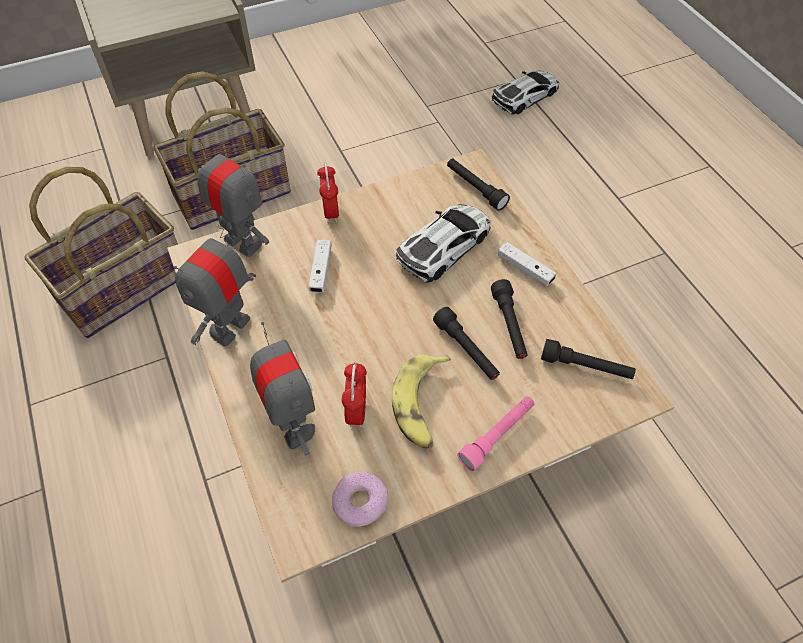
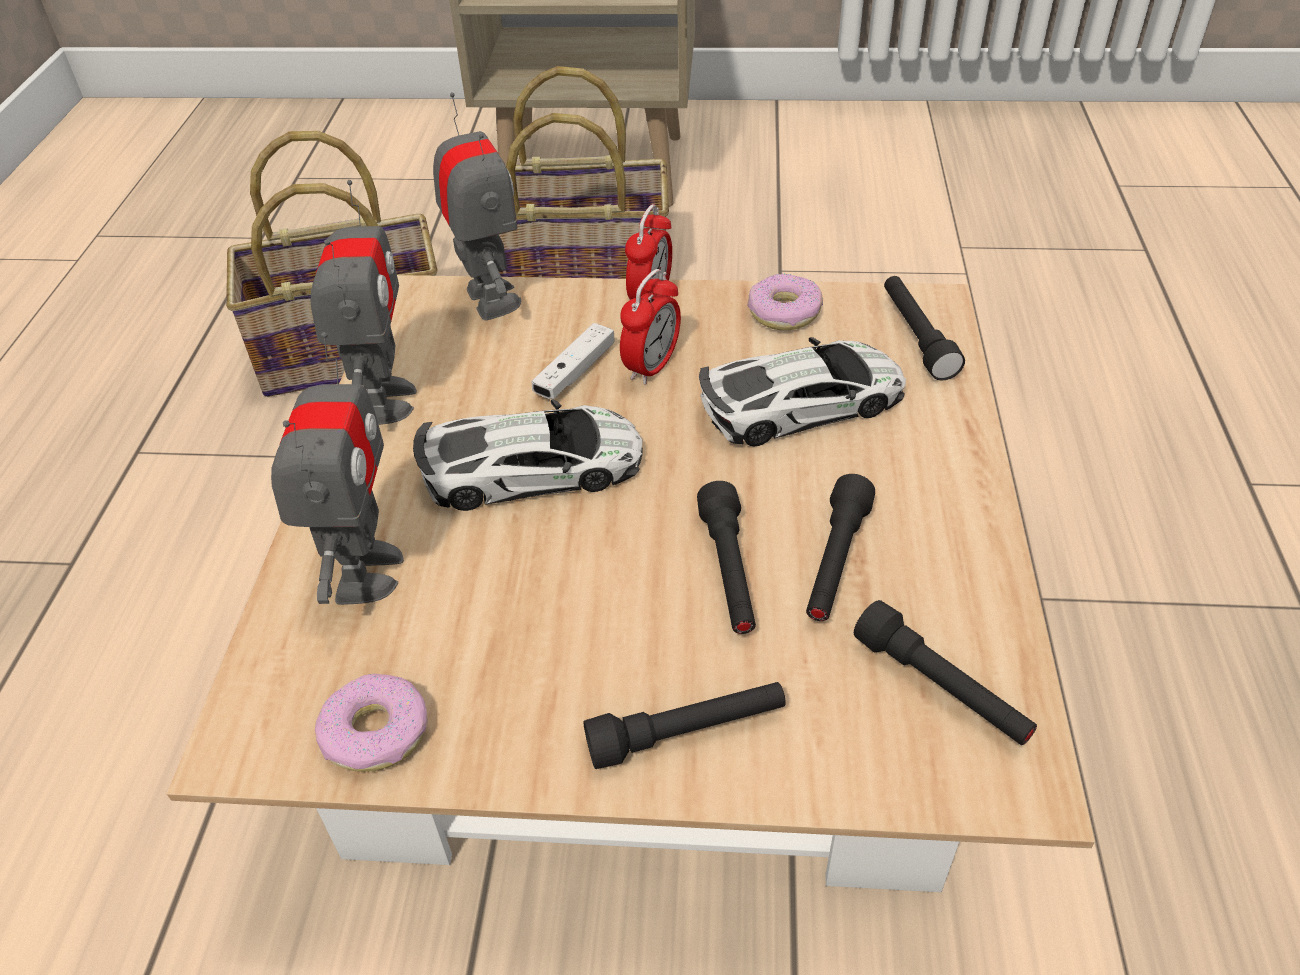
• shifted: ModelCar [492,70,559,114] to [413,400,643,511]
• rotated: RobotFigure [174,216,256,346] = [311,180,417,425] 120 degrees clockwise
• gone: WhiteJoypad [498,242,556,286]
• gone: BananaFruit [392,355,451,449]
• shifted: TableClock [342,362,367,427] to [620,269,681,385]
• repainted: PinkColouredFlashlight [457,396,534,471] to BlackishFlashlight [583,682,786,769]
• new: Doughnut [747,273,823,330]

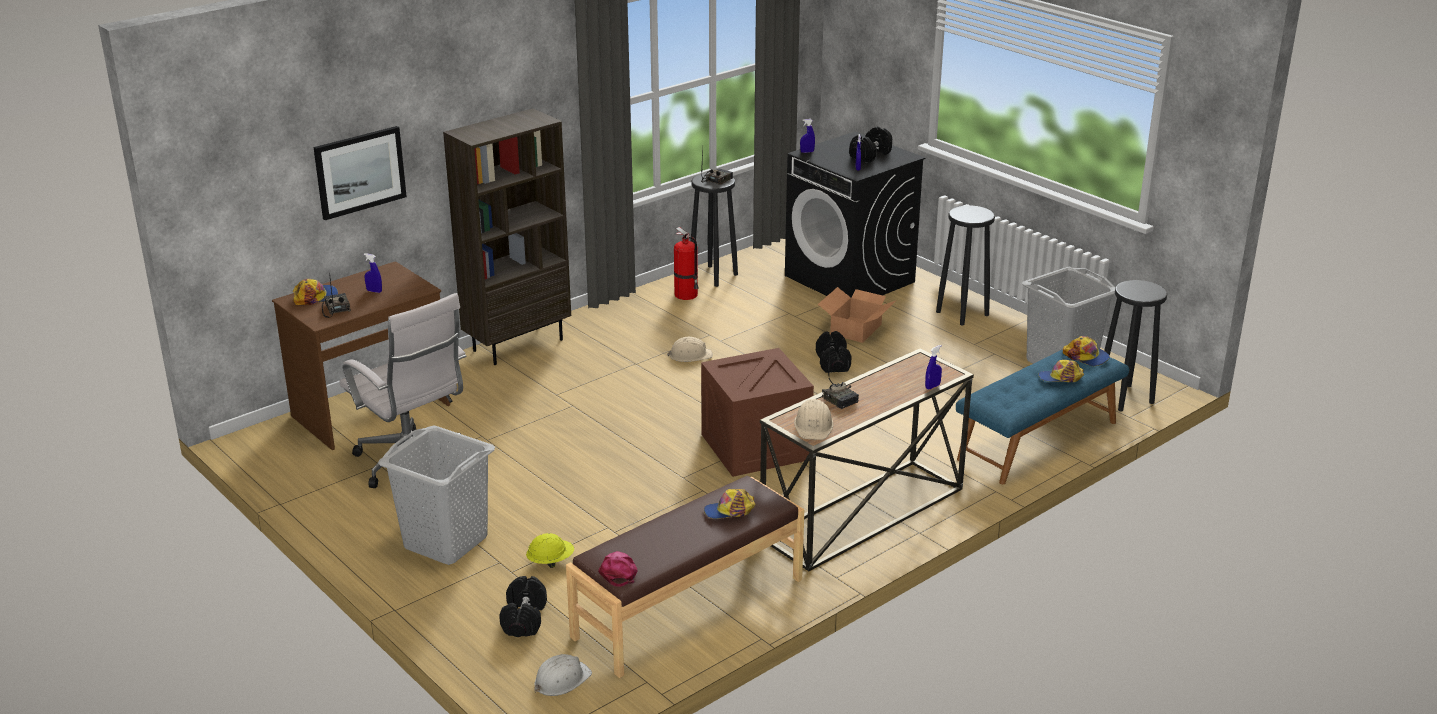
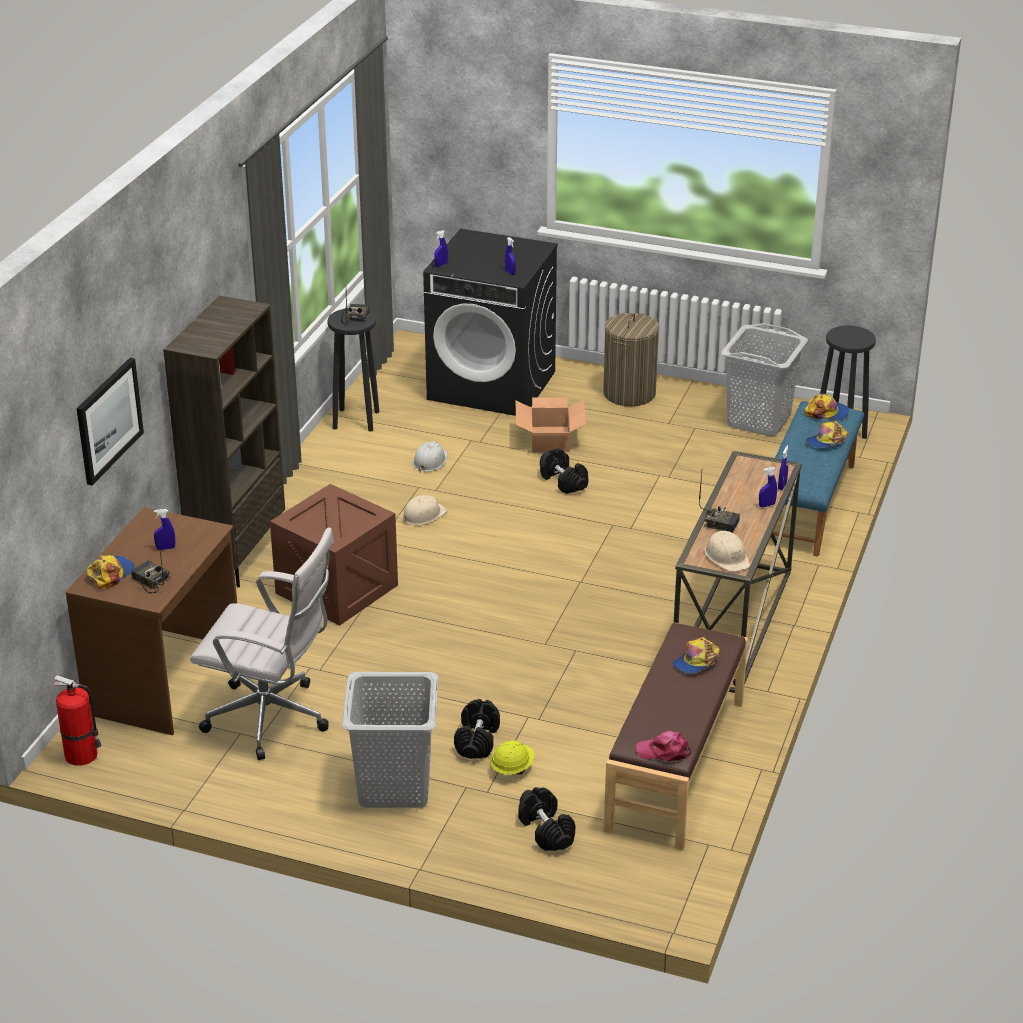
• shifted: BlackishDumbbell [849,127,892,163] to [454,699,500,759]
• swapped: BlackishSittingStool [936,205,995,325] to Hamper [603,313,659,406]
• shifted: FireExtinguisher [674,227,699,300] to [53,675,102,766]
• shifted: PackingCrate [701,348,814,477] to [270,484,398,626]
• rotated: PinkColouredBaseballCap [598,551,638,587] = [636,731,691,761] 45 degrees counterclockwise
• shifted: WhiteSafetyHelmet [534,654,592,696] to [413,441,448,473]
• new: BluishSprayer [759,467,777,507]

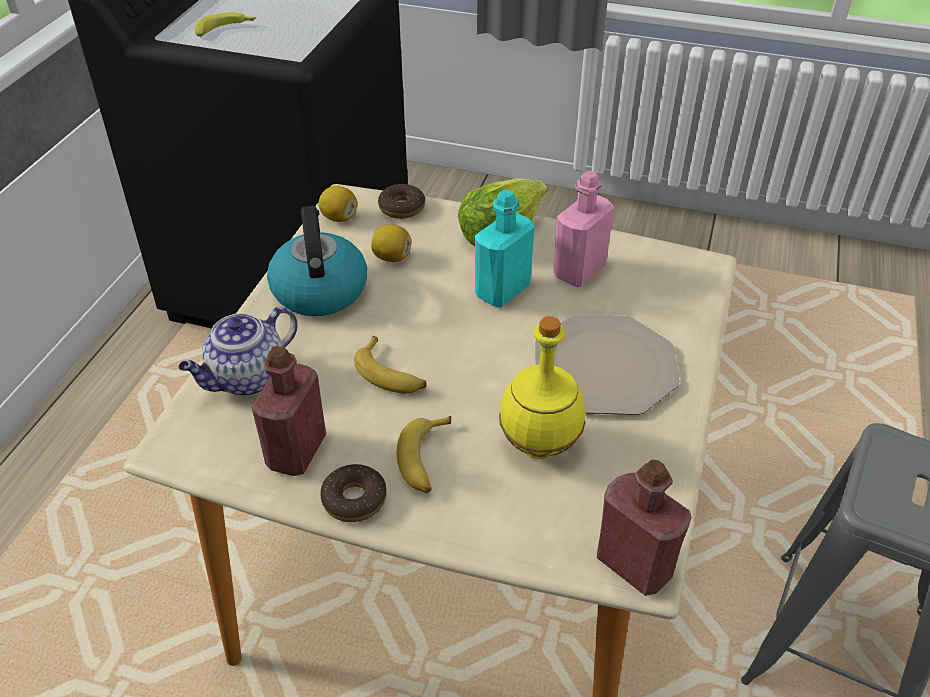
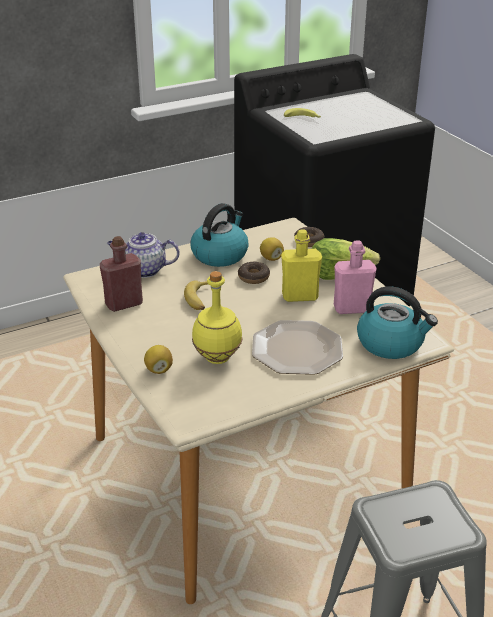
• shifted: WholeLemon [318,186,358,222] to [144,345,173,374]
• repainted: TurquoiseBeverageBottle [475,190,535,307] to YellowBeverageBottle [281,229,322,302]
• gone: BananaFruit [396,416,451,493]
• gone: RedColouredBeverageBottle [597,460,691,596]
• shifted: Doughnut [320,464,387,522] to [238,262,270,284]
• new: TeaKettle [357,286,438,359]

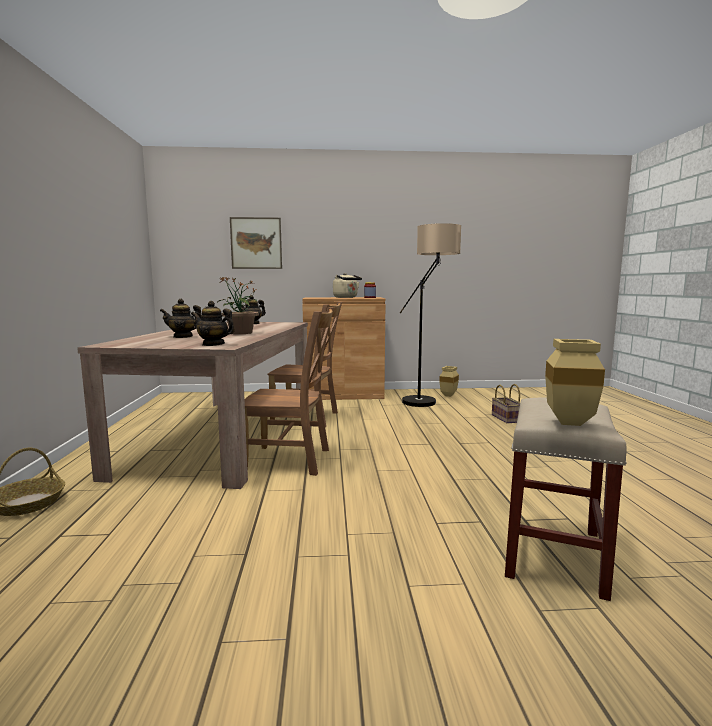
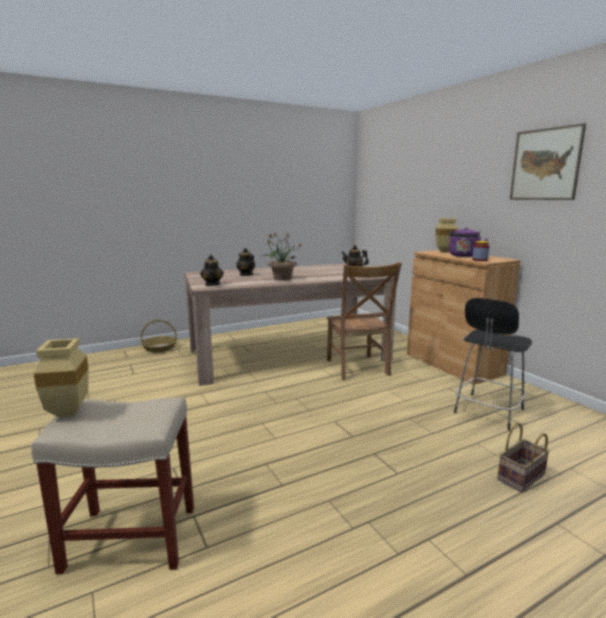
• shifted: WallPicture [230,217,282,269] to [510,123,586,200]
• swapped: FloorLamp [400,223,461,407] to BlackishSittingStool [454,298,532,430]
• repainted: SandColouredTeaKettle [333,273,362,298] to PurpleColouredTeaKettle [449,227,488,257]
• gone: BrownColouredPlainChair [244,307,334,476]
• shifted: SandColouredDecorativeVase [439,366,459,397] to [436,218,458,253]

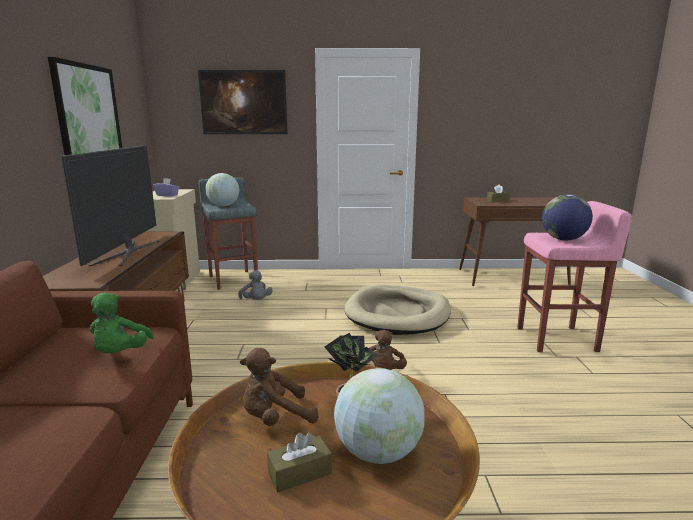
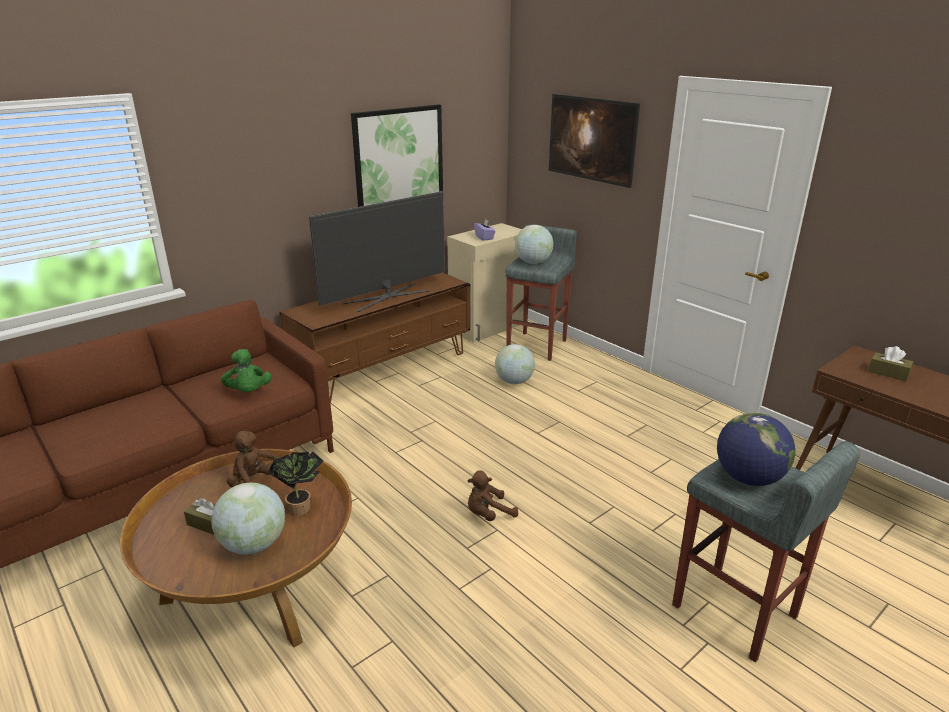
• repainted: PinkColouredSittingStool [517,201,632,352] to GreySittingStool [672,441,860,662]
• swapped: GreyPlushToy [238,270,273,300] to Globe [495,344,535,384]
• gone: SandColouredDogCushion [345,285,451,335]
• rotated: GreenishPlushToy [89,293,154,353] = [221,349,272,392] 75 degrees counterclockwise

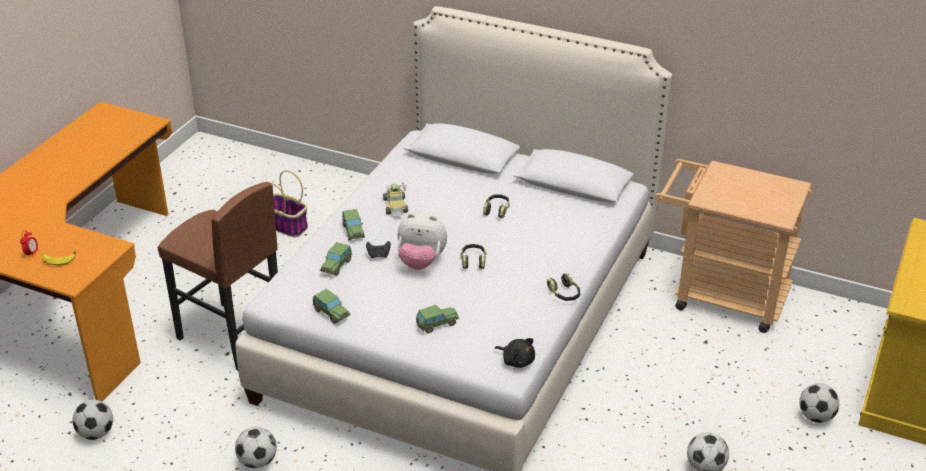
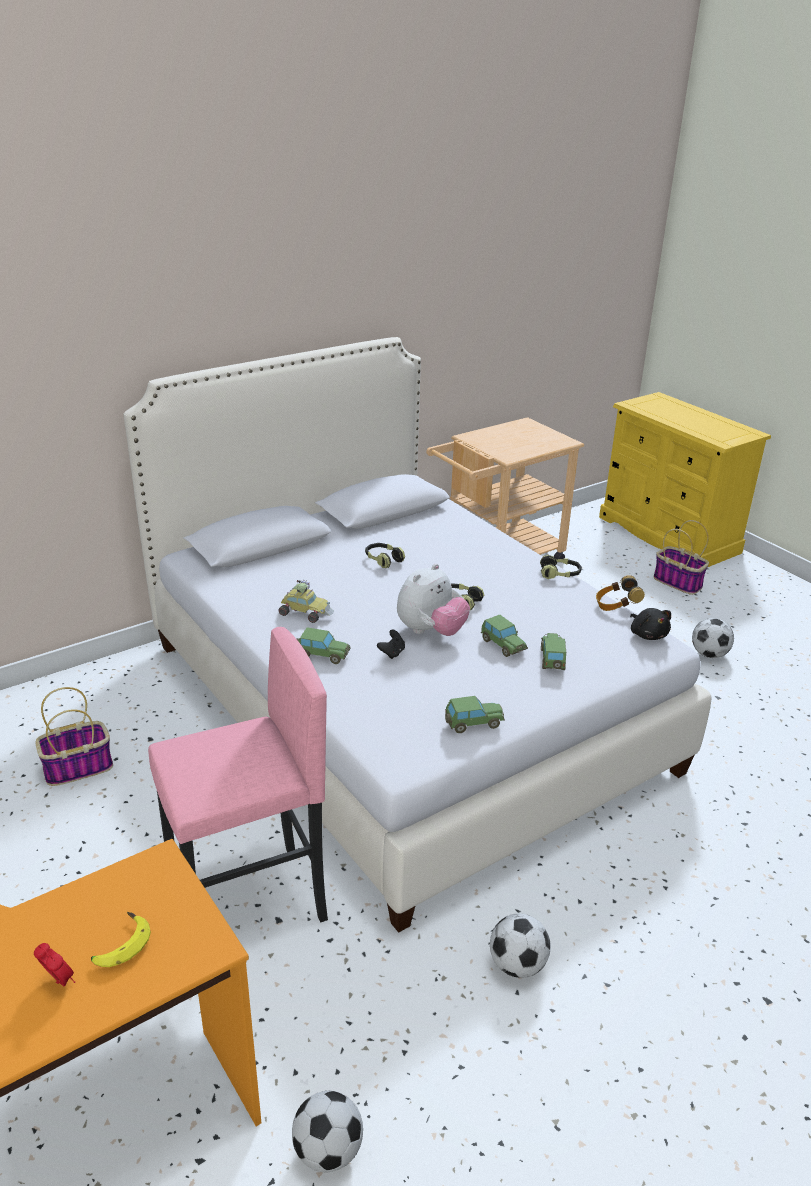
• repainted: BrownColouredSittingStool [158,182,278,371] to PinkColouredSittingStool [148,627,328,922]
• shifted: ModelCar [320,242,352,276] to [481,615,528,657]
• rotated: BlackishPlushToy [495,338,535,368] = [630,608,671,640] 90 degrees clockwise
• swapped: FootballBall [800,383,839,423] to Basket [653,520,709,595]
• new: Headset [596,575,645,611]

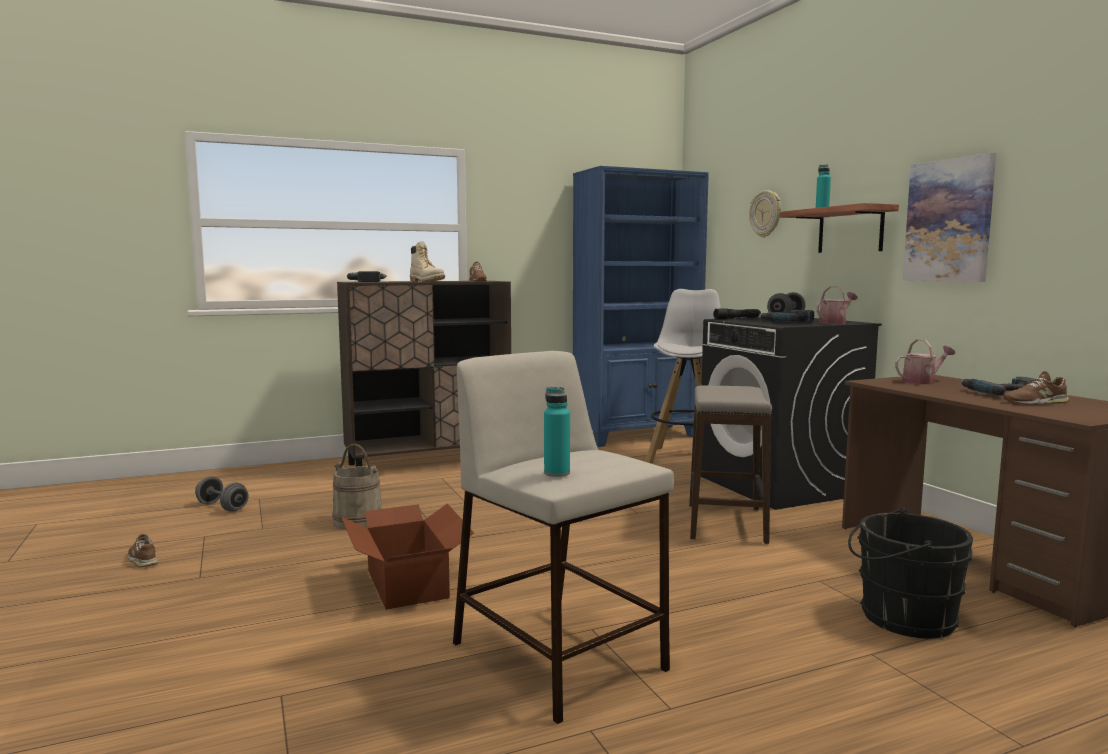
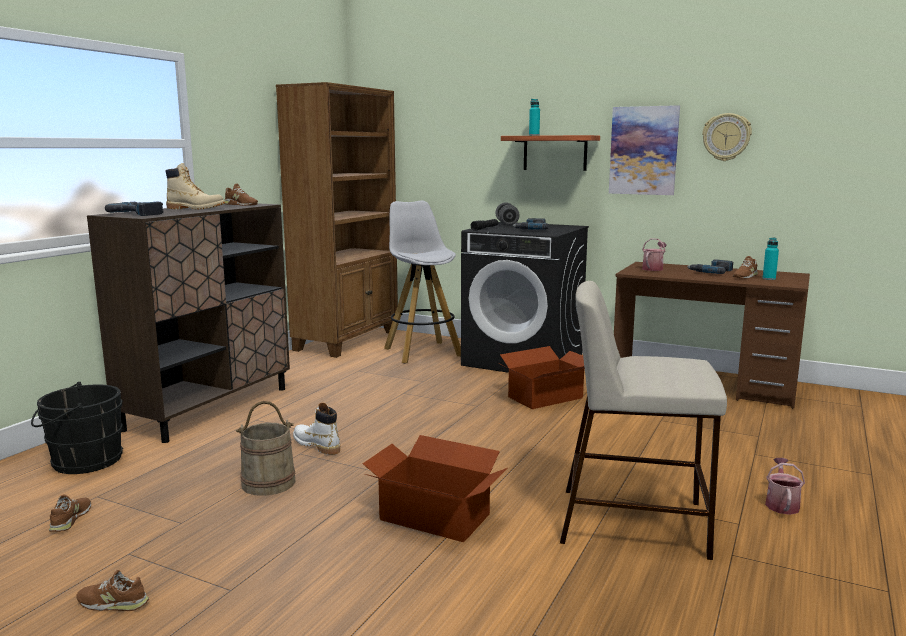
• repainted: BluishBookcase [573,166,709,447] to BrownColouredBookcase [276,82,398,358]
• shifted: ClockOnTheWall [749,190,781,237] to [702,113,752,161]
• shifted: WateringPot [816,286,857,324] to [765,458,805,515]
• swapped: SittingStool [689,385,772,544] to PackingBox [498,346,585,409]
• shifted: TurquoiseBeverageBottle [544,387,570,477] to [763,238,779,280]
• swapped: GreyDumbbell [195,476,249,512] to BrownColouredLowShoe [49,495,91,532]
• shifted: BlackishBucket [848,508,973,638] to [31,382,123,474]
• new: WhiteHighTopBoot [293,403,340,455]

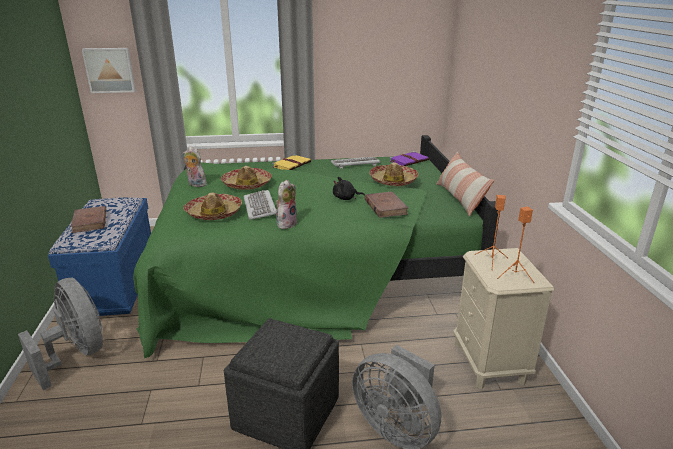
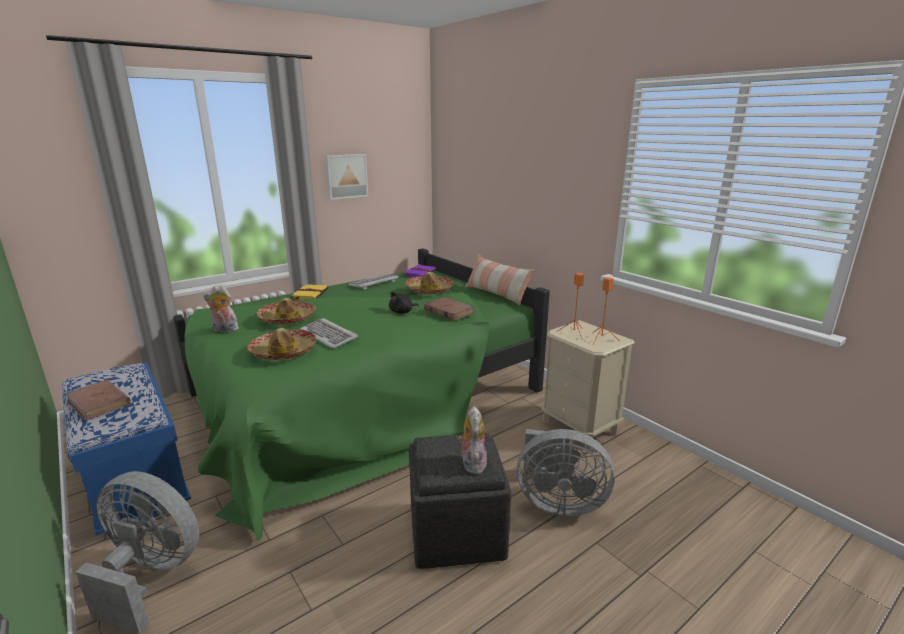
• shifted: WallPicture [82,48,136,93] to [325,154,368,200]
• shifted: PlushToy [276,180,297,229] to [458,406,487,474]

